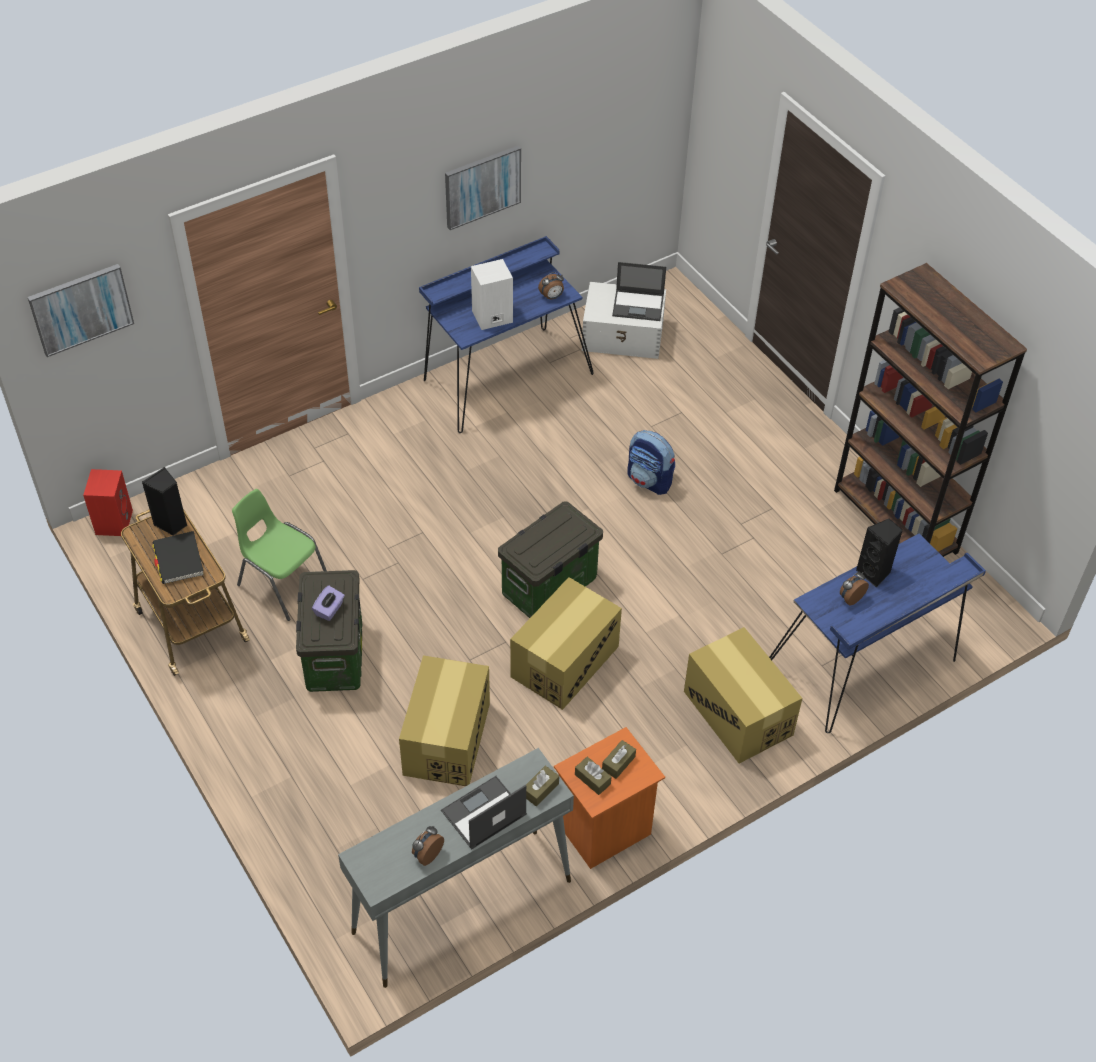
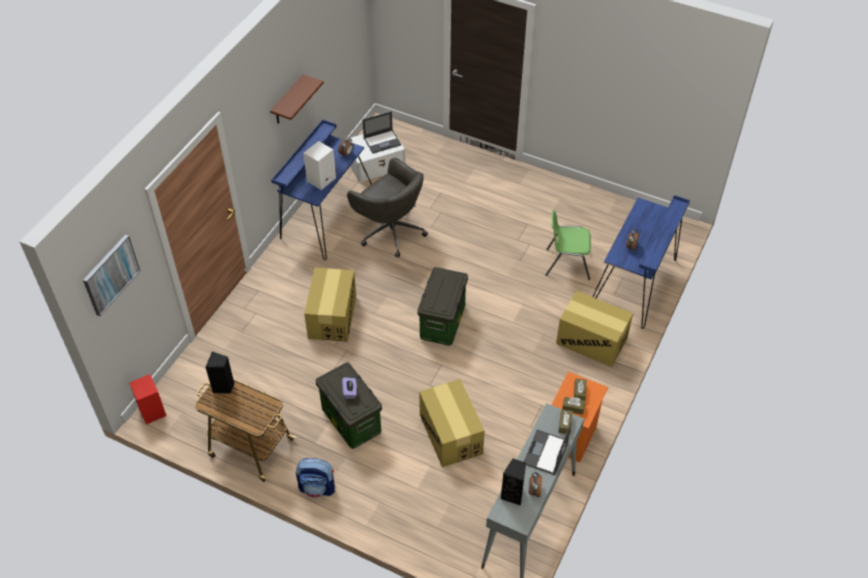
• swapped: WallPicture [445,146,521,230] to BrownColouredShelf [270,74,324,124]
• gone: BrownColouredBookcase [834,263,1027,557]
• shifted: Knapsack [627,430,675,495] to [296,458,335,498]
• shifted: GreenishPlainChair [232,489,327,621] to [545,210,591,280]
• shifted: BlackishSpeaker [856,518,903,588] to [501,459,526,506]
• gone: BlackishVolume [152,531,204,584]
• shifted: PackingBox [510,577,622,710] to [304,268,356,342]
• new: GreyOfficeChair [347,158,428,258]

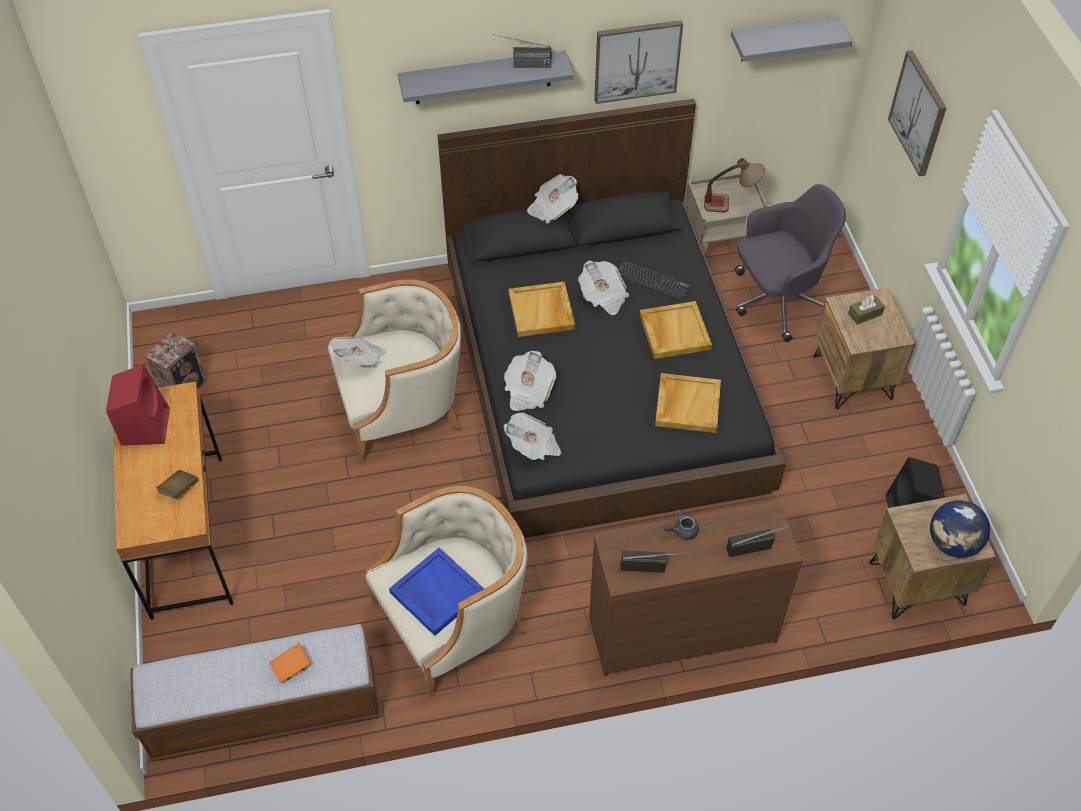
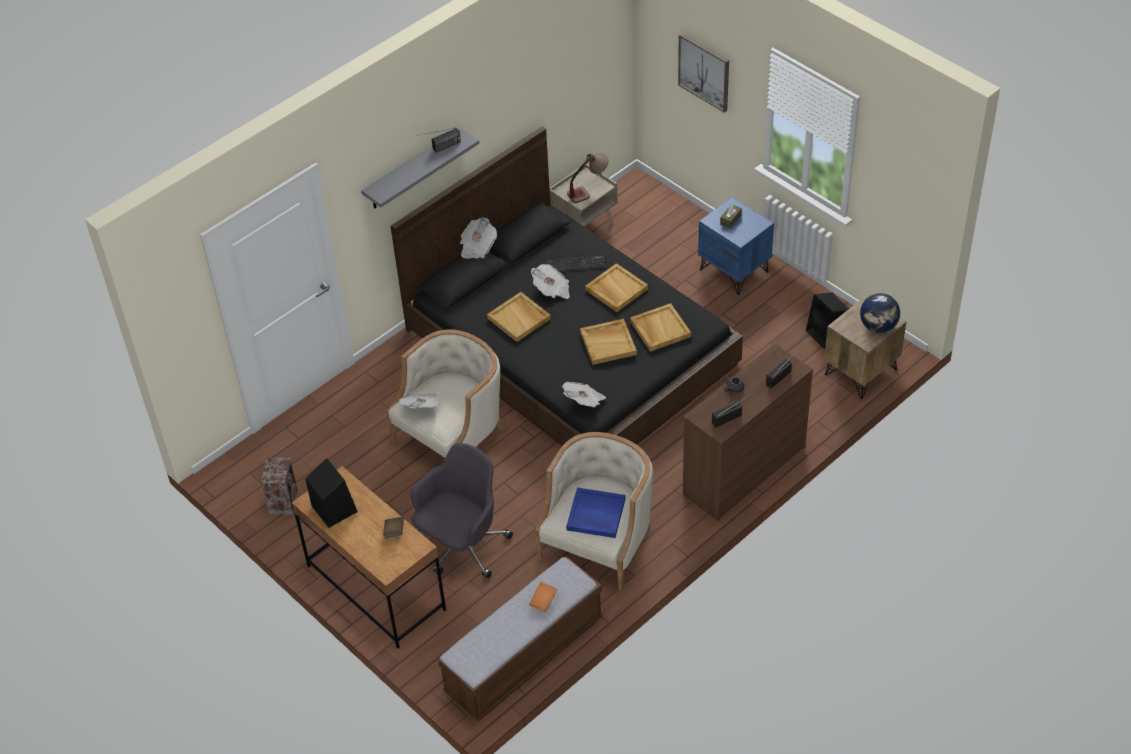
• gone: GreyShelf [731,16,852,61]
• gone: WallPicture [594,20,683,104]
• shifted: GreyOfficeChair [735,184,846,342] to [410,443,513,578]
• repainted: BrownColouredNightTable [814,288,916,409] to BluishNightTable [698,197,774,295]
• gone: DailyPaper [504,351,556,411]
• repainted: RedColouredSpeaker [106,364,170,446] to BlackishSpeaker [305,458,358,528]
• new: SandColouredServingTray [580,319,637,365]

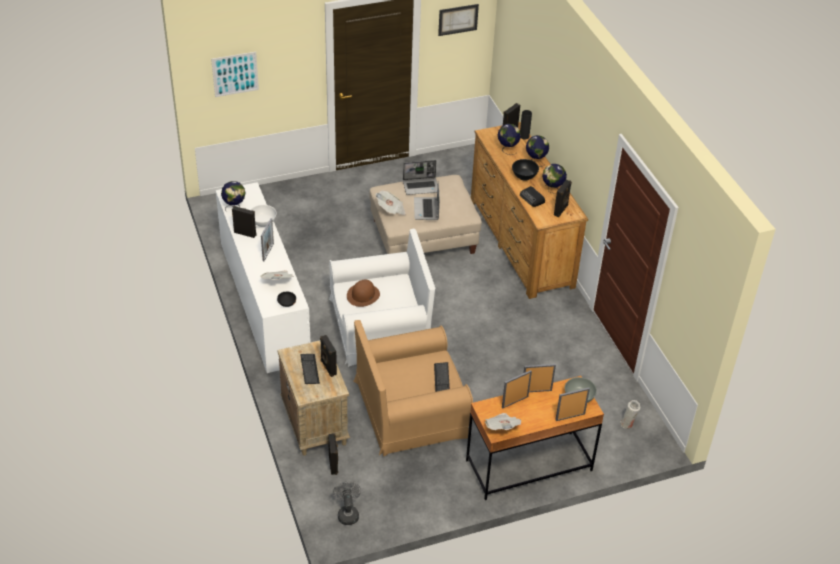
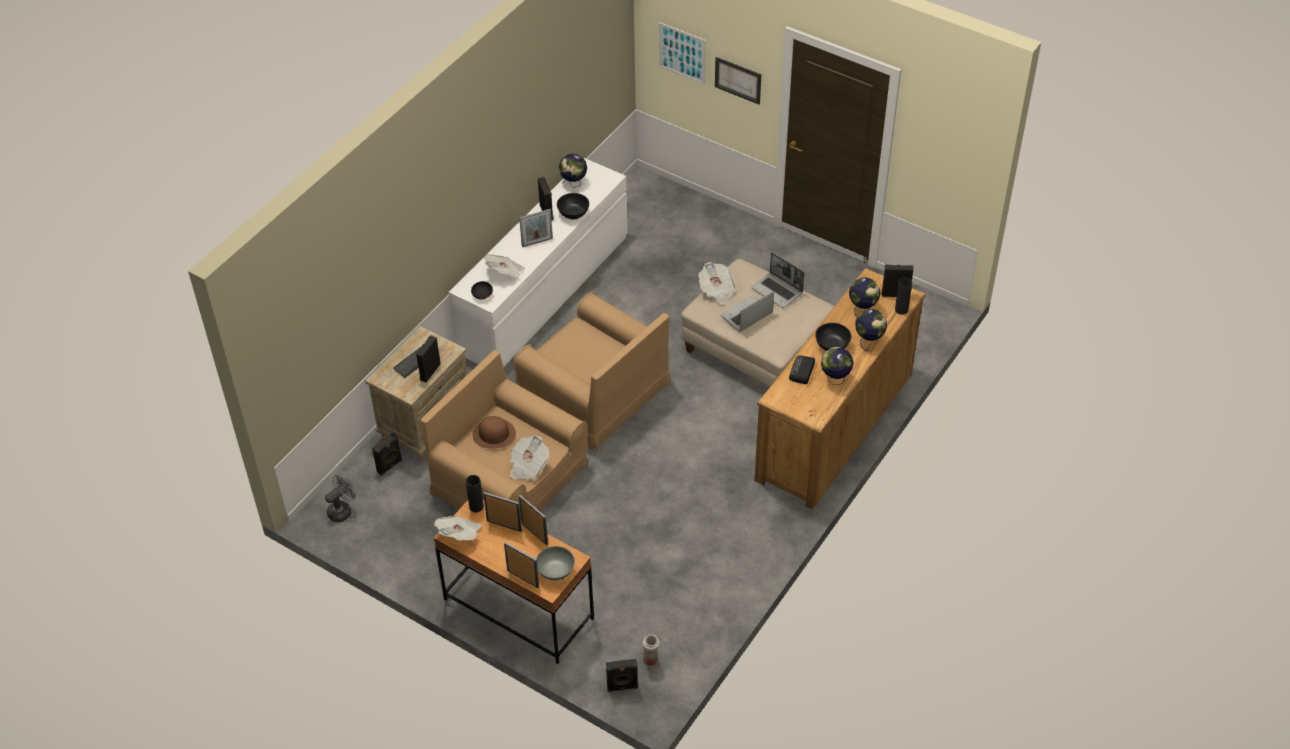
• shifted: WallPicture [438,4,479,36] to [715,57,761,104]
• shifted: BlackishSpeaker [554,180,572,217] to [606,659,638,692]
• repainted: WhiteBowl [251,205,277,227] to BlackishBowl [557,193,589,220]
• repainted: WhiteEasyChair [329,229,435,367] to BrownColouredEasyChair [513,292,672,451]
• shifted: BrownColouredWearableHat [347,280,380,307] to [472,416,516,449]
• swapped: PcKeyboard [434,362,450,392] to DailyPaper [510,435,550,481]
• new: BlackishDecorativeVase [466,475,484,513]

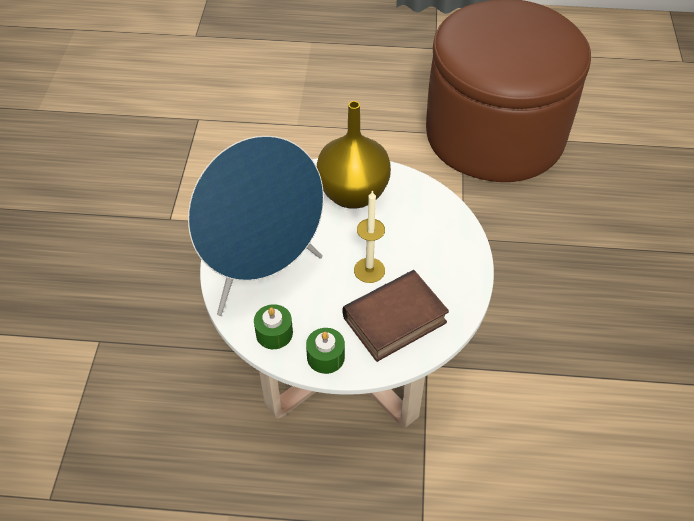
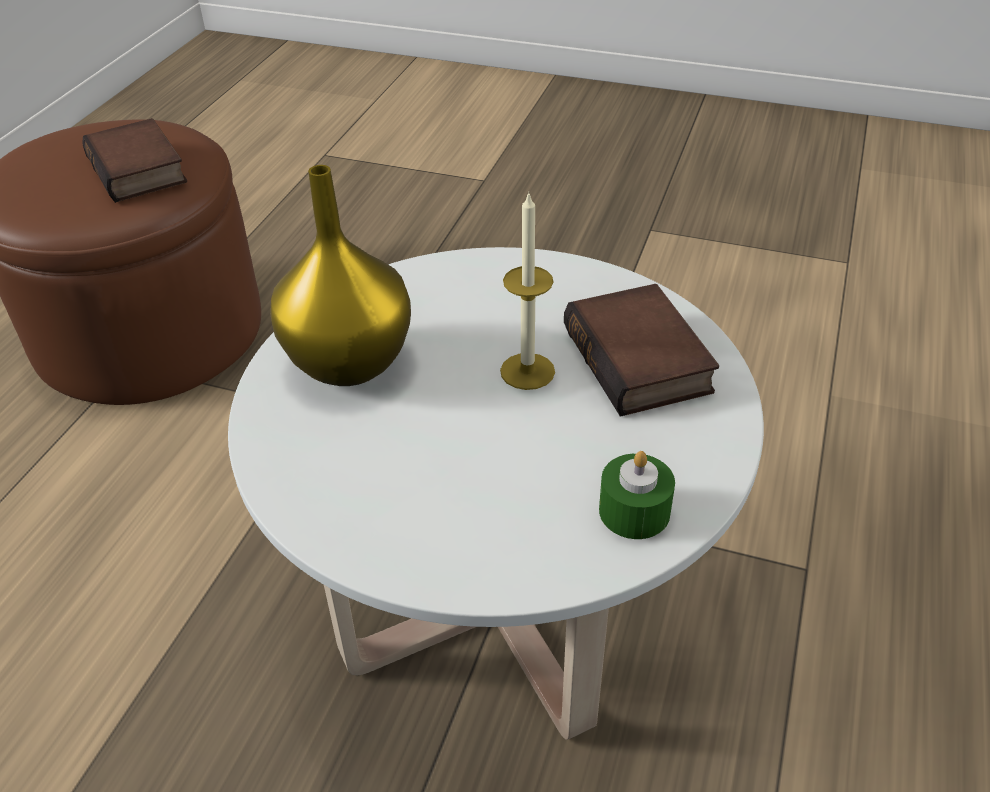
• gone: BluishSpeaker [188,136,324,316]
• gone: GreenishWaxLight [306,328,345,374]
• new: Volume [82,118,187,203]

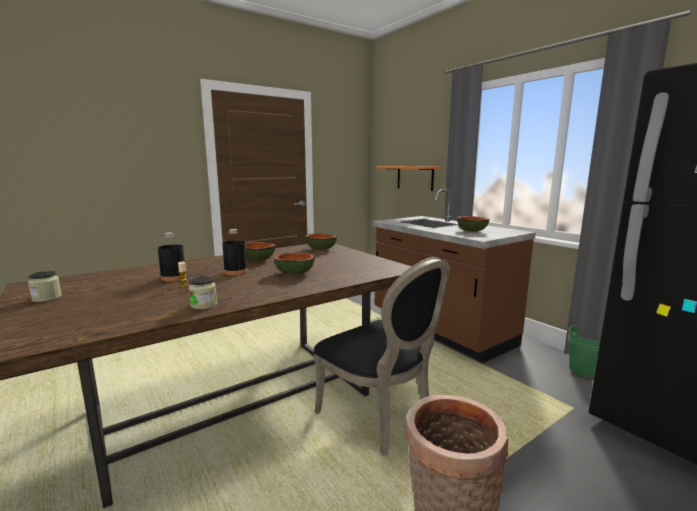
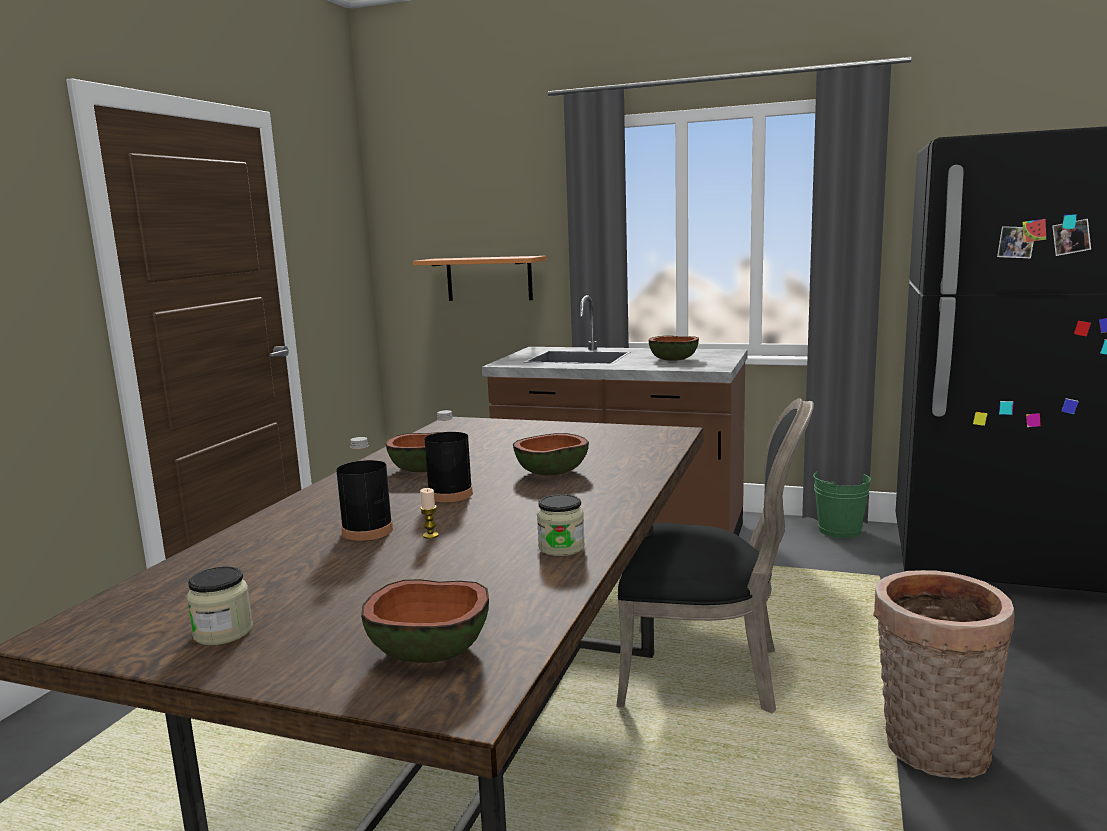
• shifted: Bowl [305,233,337,250] to [361,579,489,663]

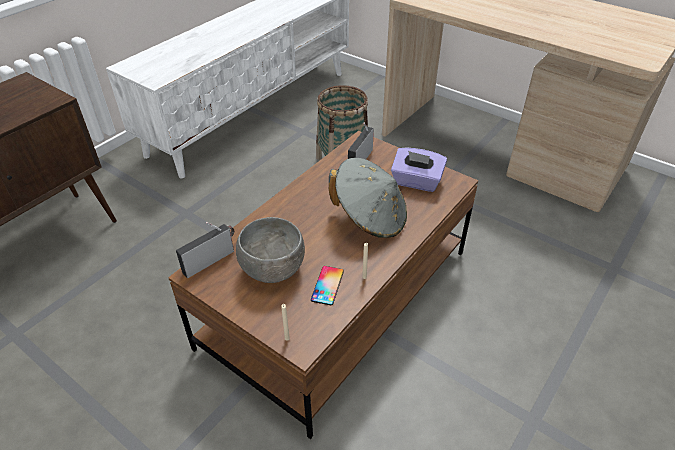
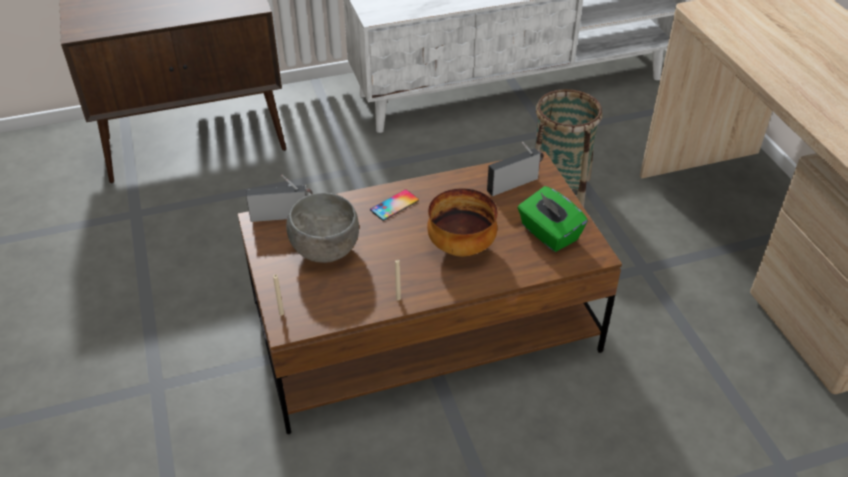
• repainted: PurpleColouredBoxOfTissues [391,147,447,192] to GreenishBoxOfTissues [518,186,588,252]
• swapped: GreyWearableHat [329,158,407,238] to Bowl [427,188,498,257]
• shifted: Handset [311,266,344,305] to [370,189,419,221]

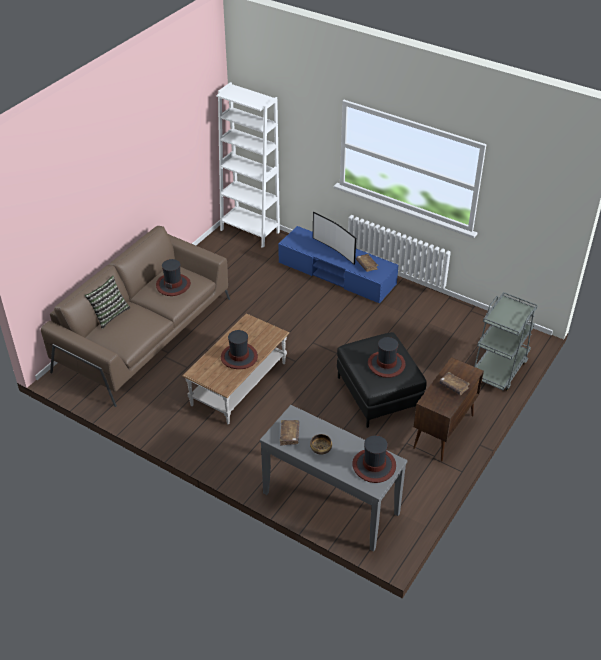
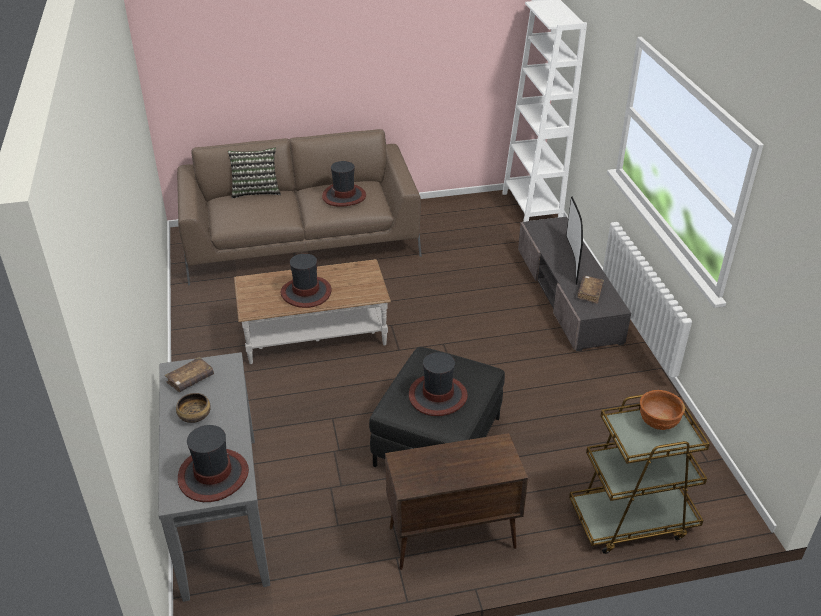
• repainted: BluishTvUnit [278,226,399,303] to GreyTvUnit [518,217,631,351]
• repainted: GreyTrolley [474,292,538,391] to BrownColouredTrolley [569,394,710,554]
• gone: BrownColouredVolume [439,372,470,395]
• new: BrownColouredBowl [640,390,685,430]

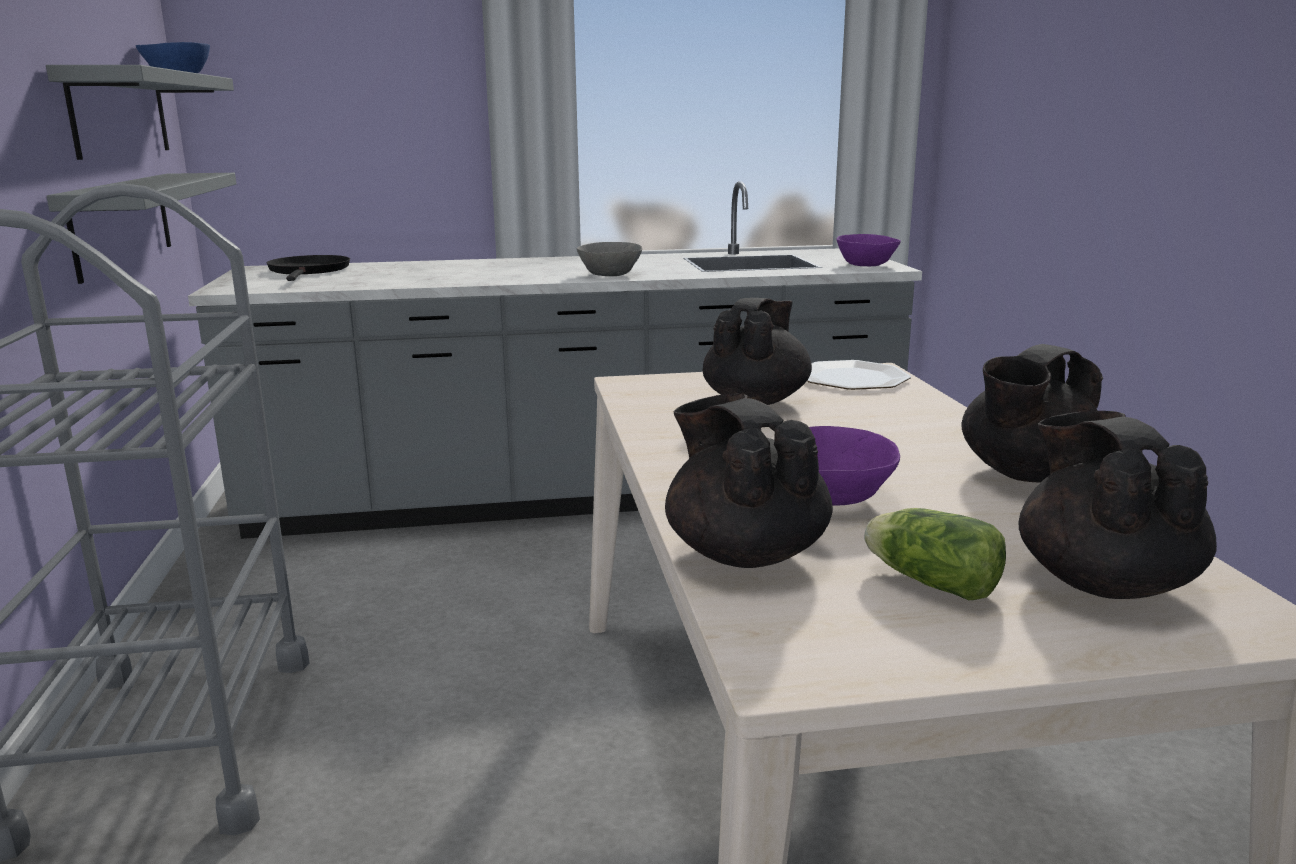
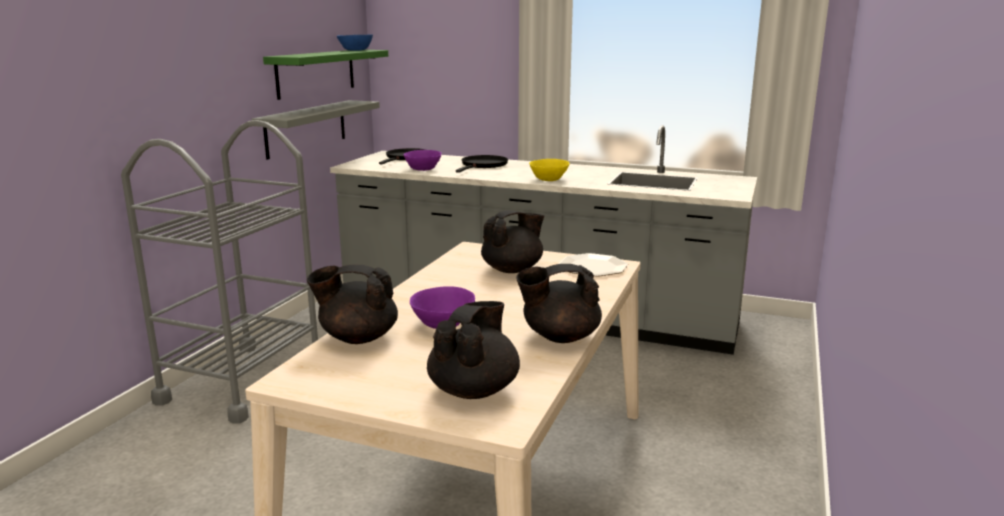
• repainted: GreyShelf [46,65,234,160] to GreenishShelf [263,50,388,100]
• shifted: PurpleColouredBowl [836,234,901,266] to [403,150,442,171]
• repainted: GreyBowl [577,242,642,276] to YellowBowl [529,159,570,181]
• rotated: BlackishTeapot [665,393,833,568] = [307,264,398,344] 90 degrees counterclockwise
• gone: LettuceHead [864,508,1006,600]
• new: BlackishPan [456,155,508,173]

